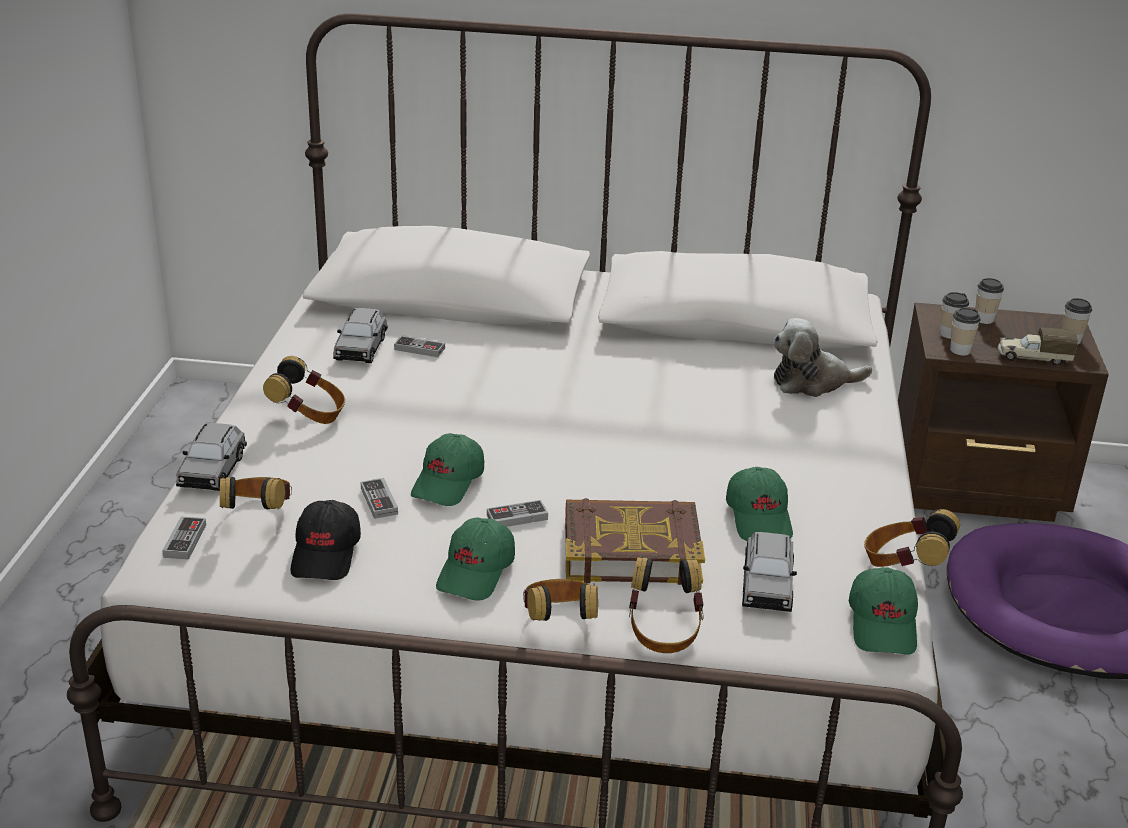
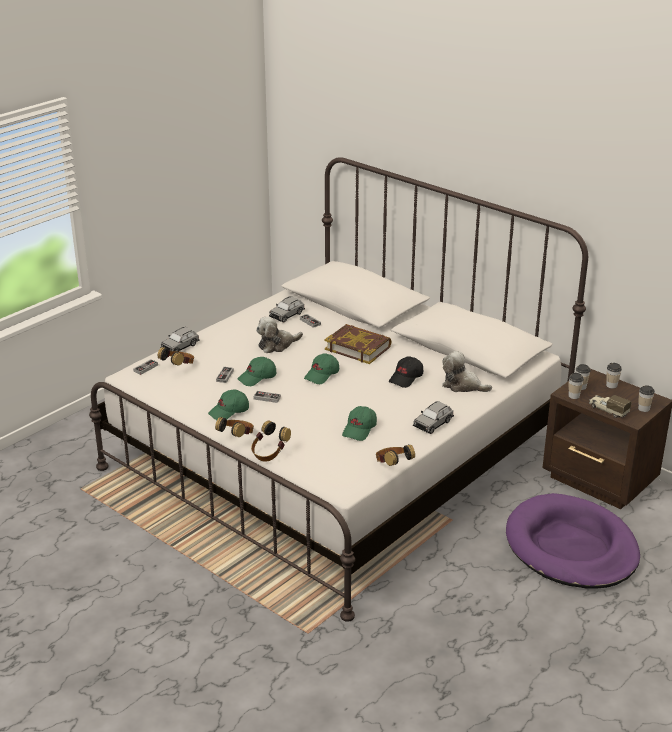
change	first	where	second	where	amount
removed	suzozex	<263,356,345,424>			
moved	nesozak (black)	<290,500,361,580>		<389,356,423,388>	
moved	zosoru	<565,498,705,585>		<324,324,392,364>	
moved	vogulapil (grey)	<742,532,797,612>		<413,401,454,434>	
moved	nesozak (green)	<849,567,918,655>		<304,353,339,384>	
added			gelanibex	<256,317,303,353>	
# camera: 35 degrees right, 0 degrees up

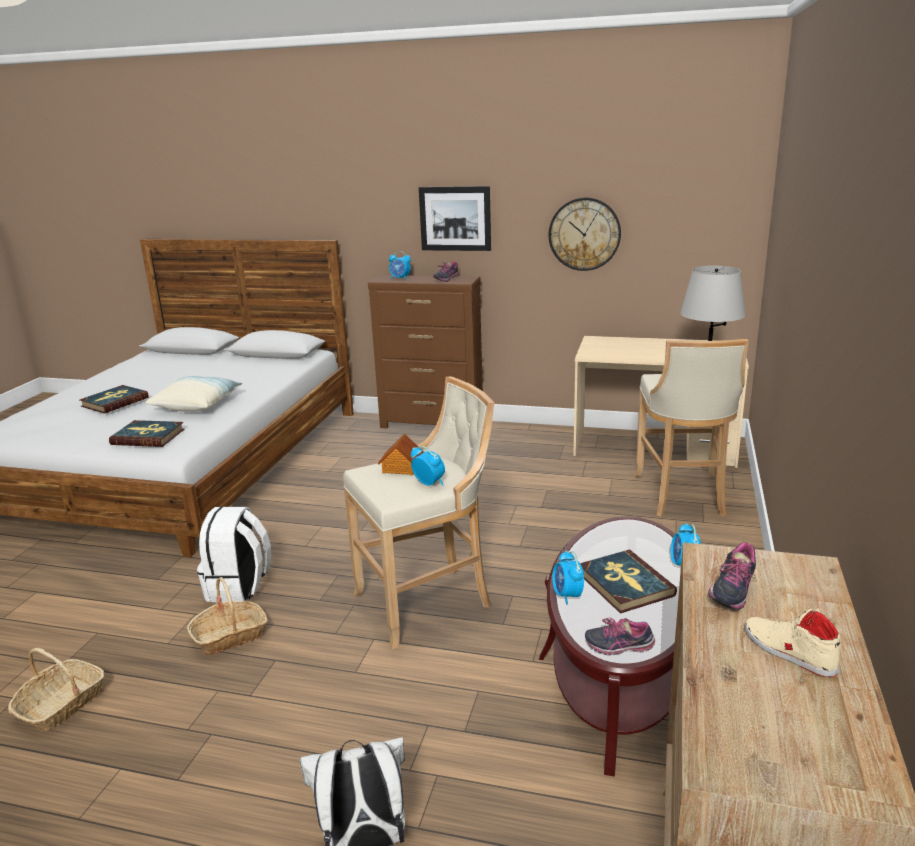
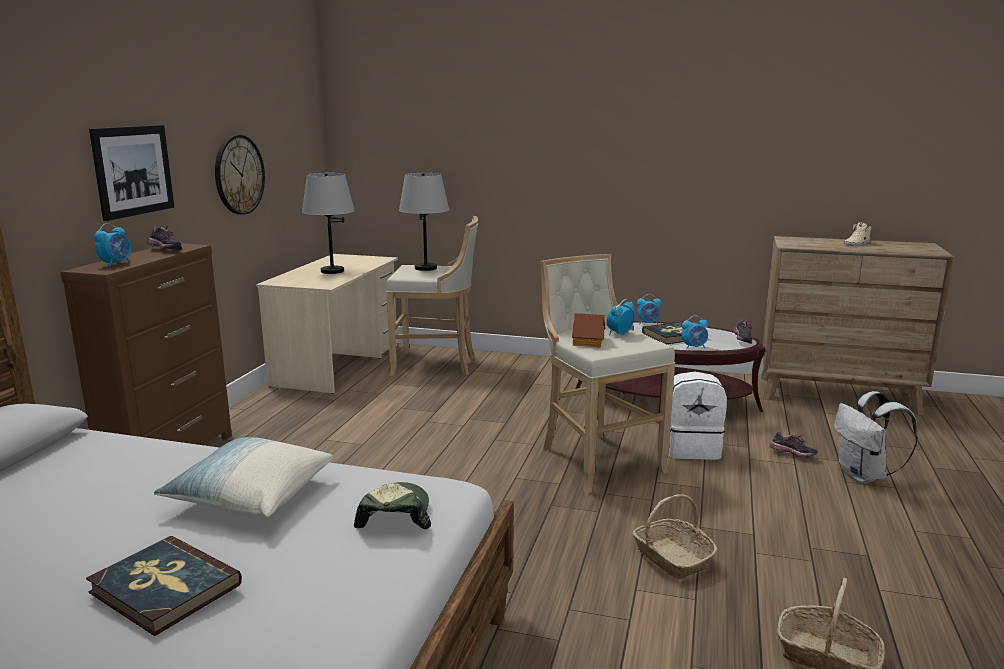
change	first	where	second	where	amount
replaced	zosoru	<109,420,184,447>	nesozak	<354,482,431,529>	
moved	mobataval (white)	<197,507,271,602>		<669,372,727,460>	
moved	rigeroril	<708,542,756,610>		<770,432,818,457>	
added			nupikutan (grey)	<302,173,355,274>	
# camera: 90 degrees left, 5 degrees down

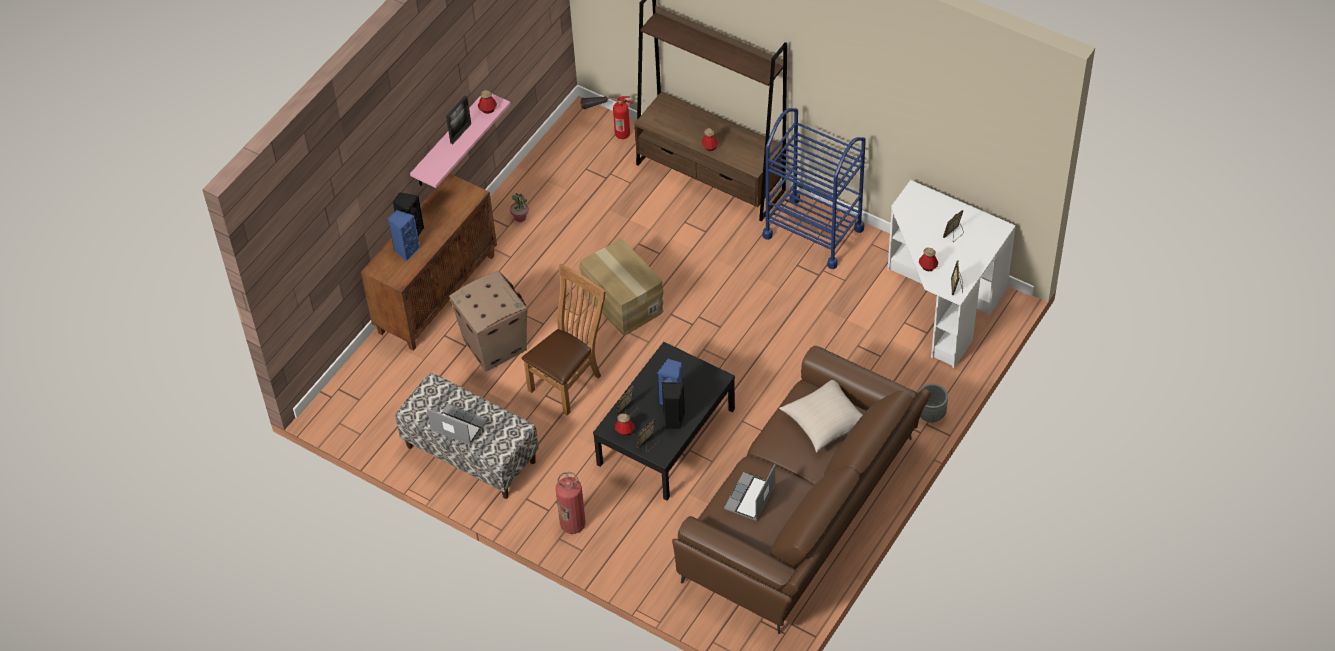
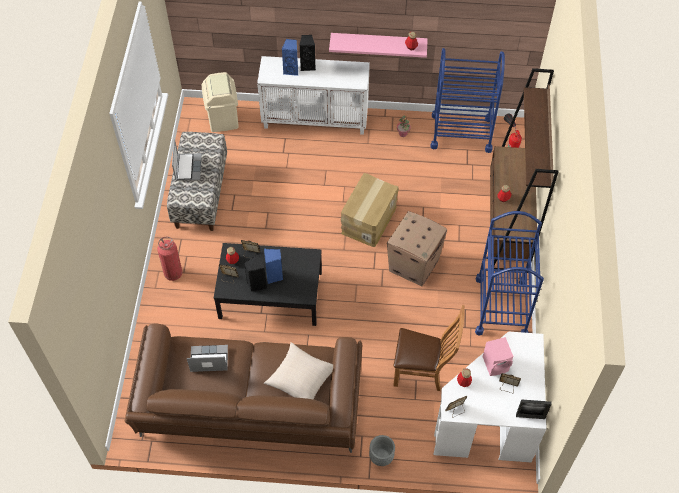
change	first	where	second	where	amount
recoloured	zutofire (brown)	<361,173,497,351>	zutofire (white)	<257,56,370,135>	
moved	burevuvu	<446,96,471,144>		<516,399,551,419>	
moved	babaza	<449,271,527,372>		<387,211,448,286>	
moved	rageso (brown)	<522,264,606,416>		<393,305,465,391>	
added			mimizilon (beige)	<202,72,239,132>	
added			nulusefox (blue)	<430,48,505,153>	
added			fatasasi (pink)	<483,337,513,376>	
# camera: 60 degrees right, 5 degrees up

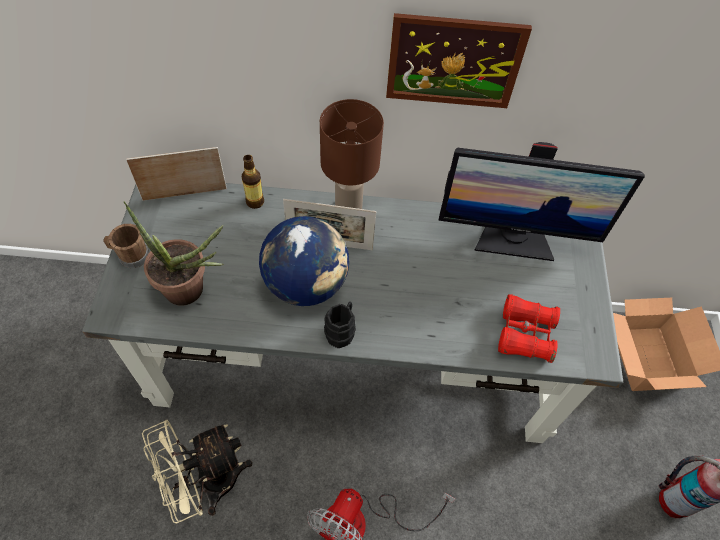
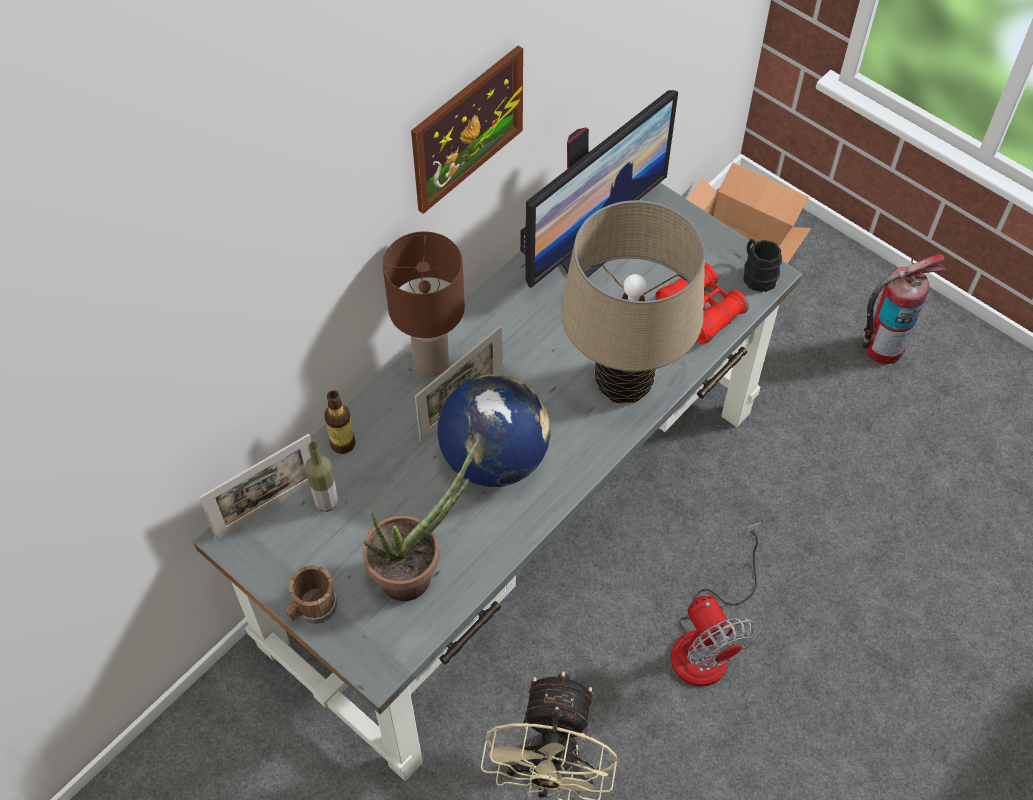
change	first	where	second	where	amount
turned	burevuvu	<126,147,227,201>		<199,434,311,540>	150 degrees counterclockwise
moved	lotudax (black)	<324,302,356,348>		<744,239,782,292>	
added			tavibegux	<305,441,338,512>	
added			nupikutan (beige)	<561,200,705,403>	
# camera: 50 degrees left, 0 degrees up

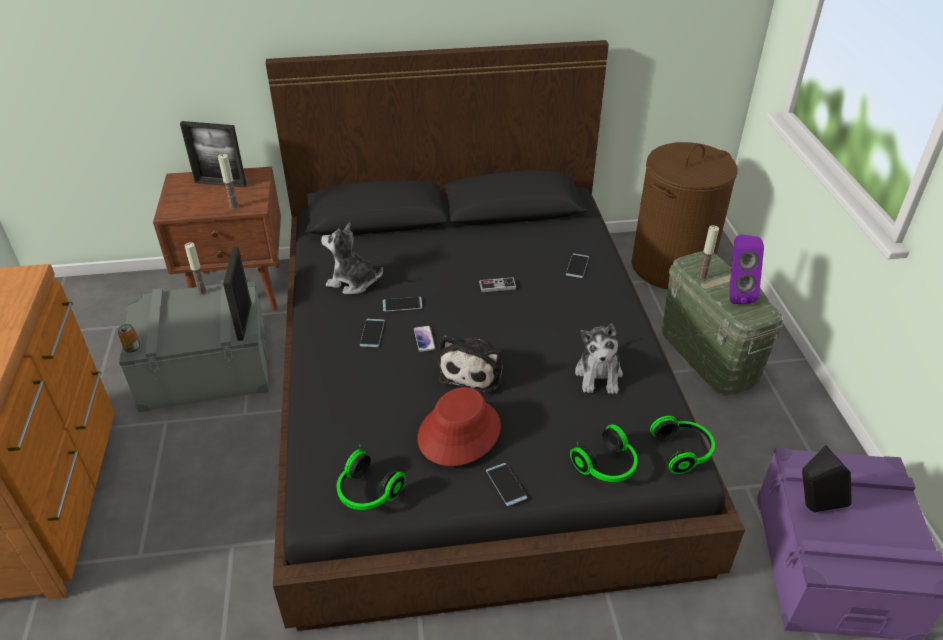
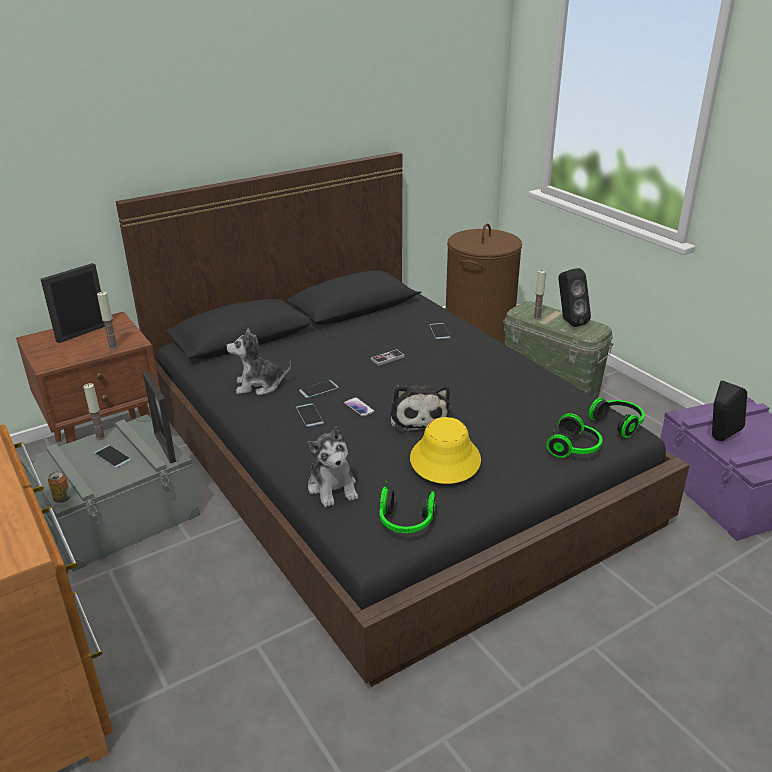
change	first	where	second	where	amount
turned	burevuvu	<180,121,247,187>		<41,263,105,343>	150 degrees clockwise
recoloured	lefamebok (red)	<418,387,501,466>	lefamebok (yellow)	<410,417,481,484>	
moved	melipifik	<486,463,527,506>		<94,445,131,468>	
moved	gelanibex	<575,324,623,394>		<307,426,358,507>	
recoloured	fatasasi (purple)	<730,235,764,304>	fatasasi (black)	<558,268,591,327>	
# camera: 25 degrees left, 10 degrees down

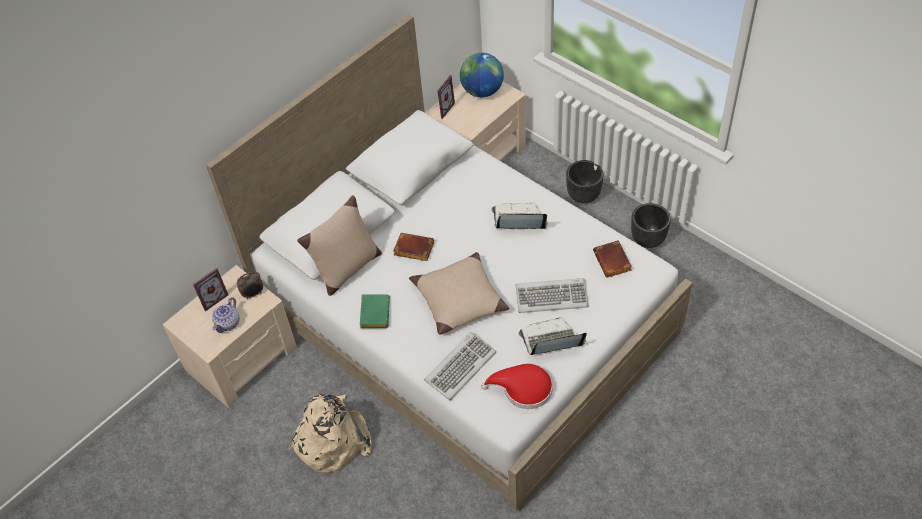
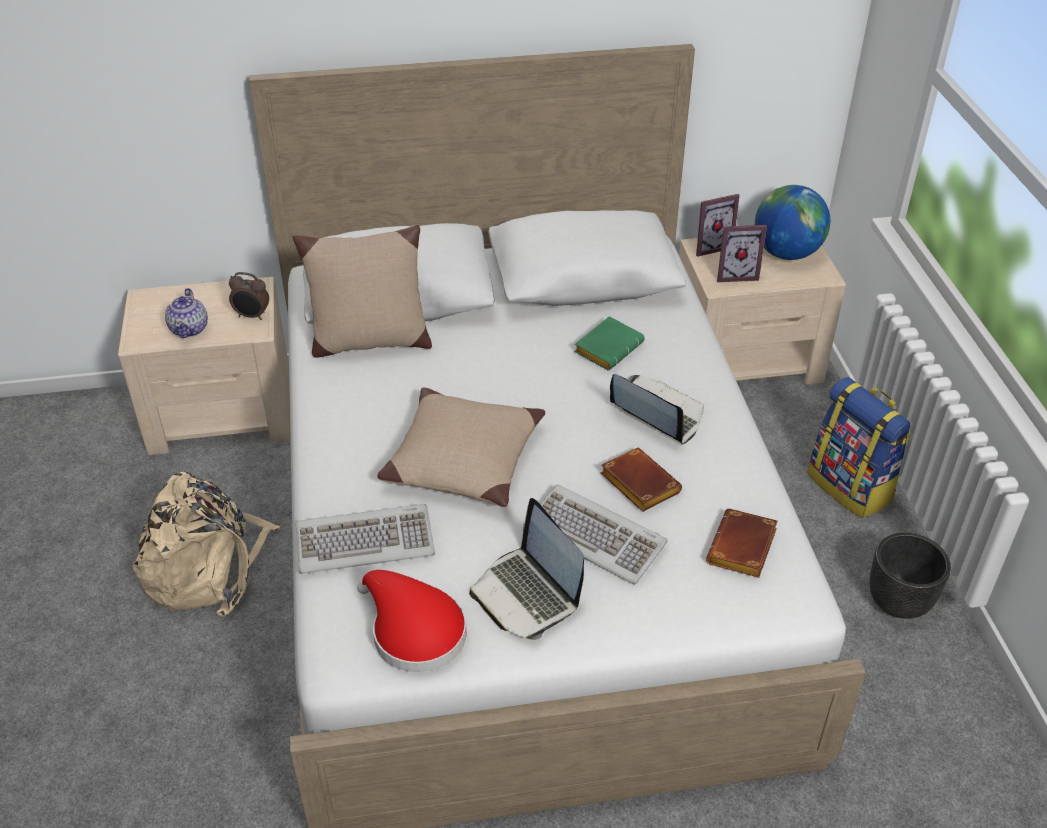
change	first	where	second	where	amount
moved	burevuvu	<193,268,228,311>		<717,225,767,282>	
turned	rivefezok	<212,297,239,333>		<165,288,208,338>	60 degrees counterclockwise
moved	zosoru (green)	<360,295,390,328>		<574,316,645,371>	
moved	zosoru (brown)	<393,233,434,261>		<601,448,682,512>	
turned	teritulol	<519,318,587,355>		<469,498,584,640>	150 degrees counterclockwise
replaced	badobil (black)	<566,160,603,203>	mobataval	<808,377,911,518>	
# camera: 35 degrees right, 10 degrees down

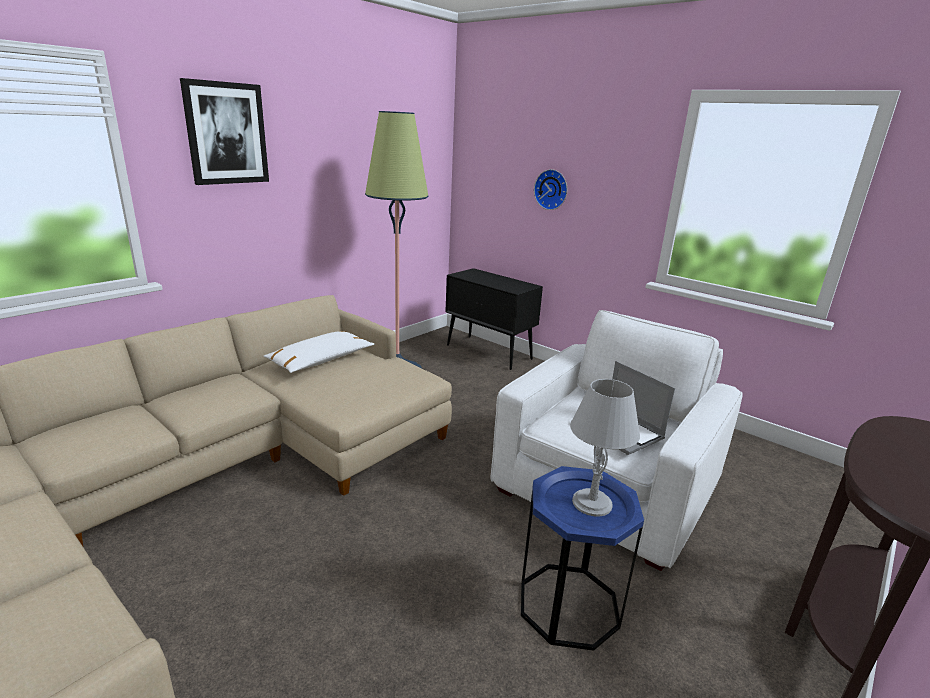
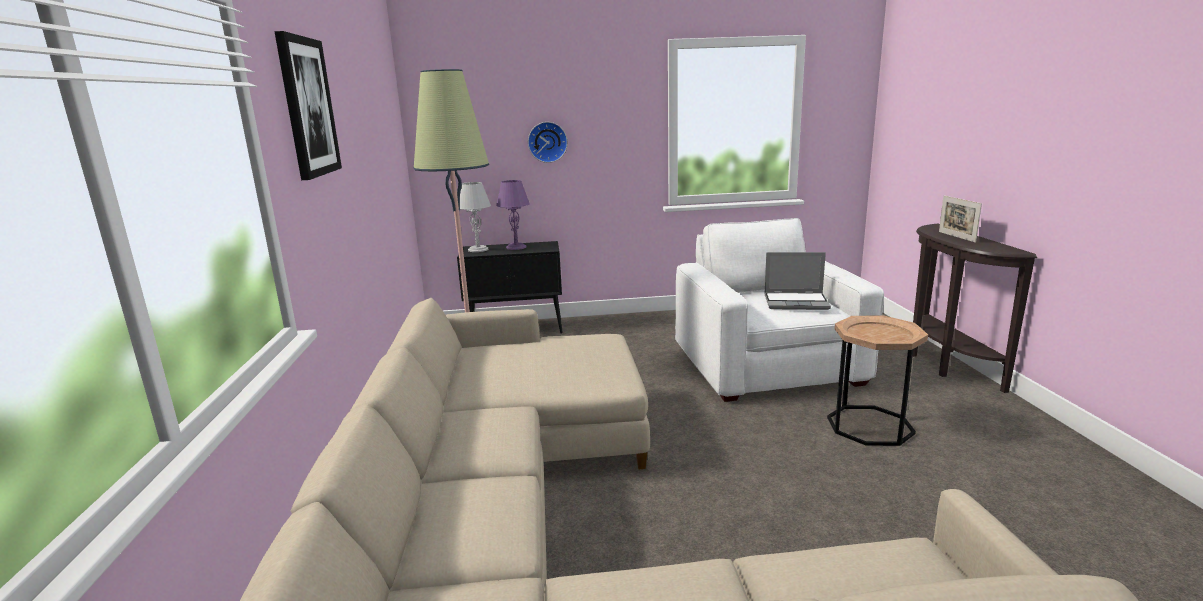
change	first	where	second	where	amount
removed	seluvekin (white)	<264,331,375,373>			
recoloured	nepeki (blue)	<521,466,644,650>	nepeki (brown)	<827,315,928,446>	
moved	nupikutan (grey)	<570,379,640,517>		<459,182,491,252>	
added			nupikutan (purple)	<496,180,530,250>	
added			burevuvu	<939,195,982,243>	
# camera: 45 degrees left, 5 degrees down

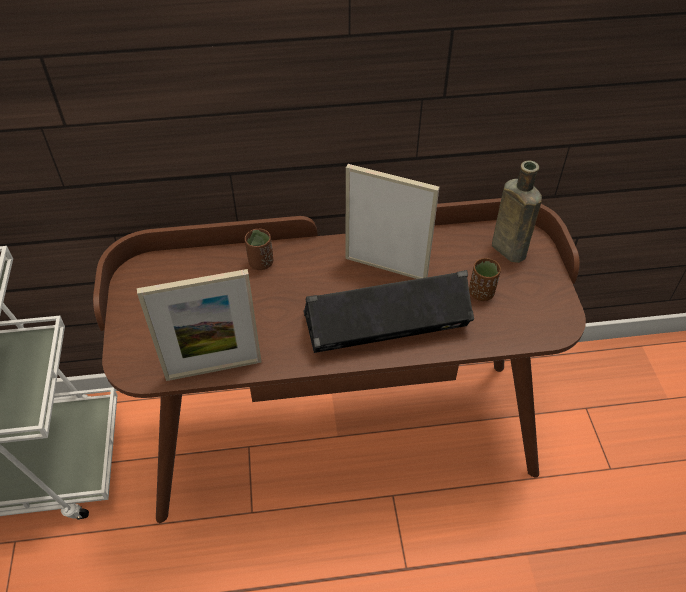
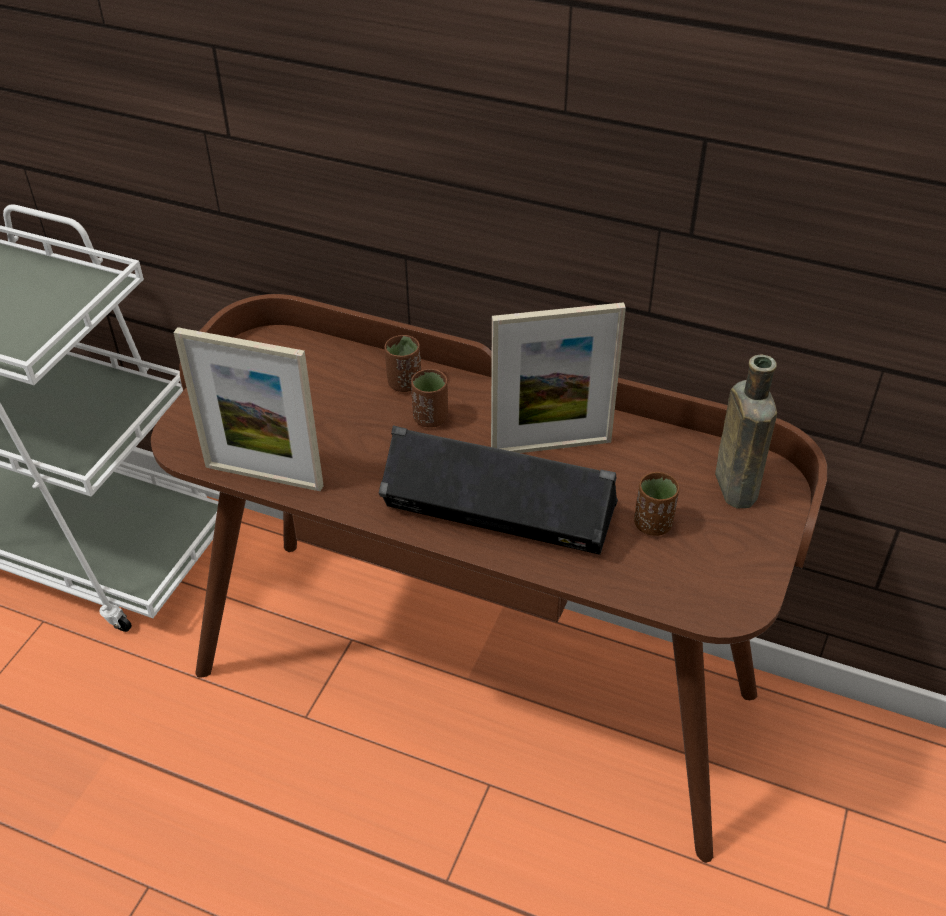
change	first	where	second	where	amount
turned	burevuvu	<345,164,439,279>		<491,302,626,453>	120 degrees clockwise
added			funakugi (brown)	<411,369,448,428>	
# camera: 30 degrees right, 5 degrees down

